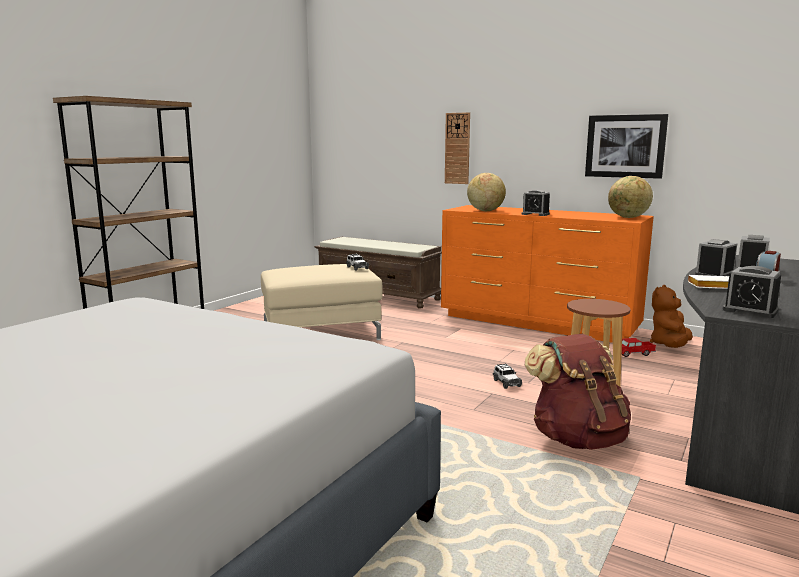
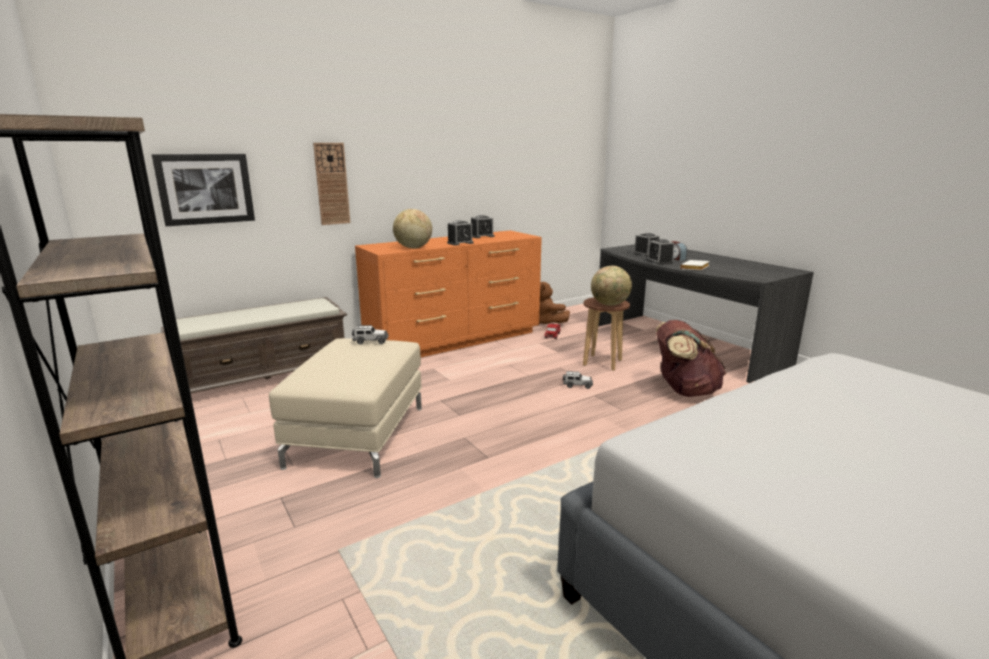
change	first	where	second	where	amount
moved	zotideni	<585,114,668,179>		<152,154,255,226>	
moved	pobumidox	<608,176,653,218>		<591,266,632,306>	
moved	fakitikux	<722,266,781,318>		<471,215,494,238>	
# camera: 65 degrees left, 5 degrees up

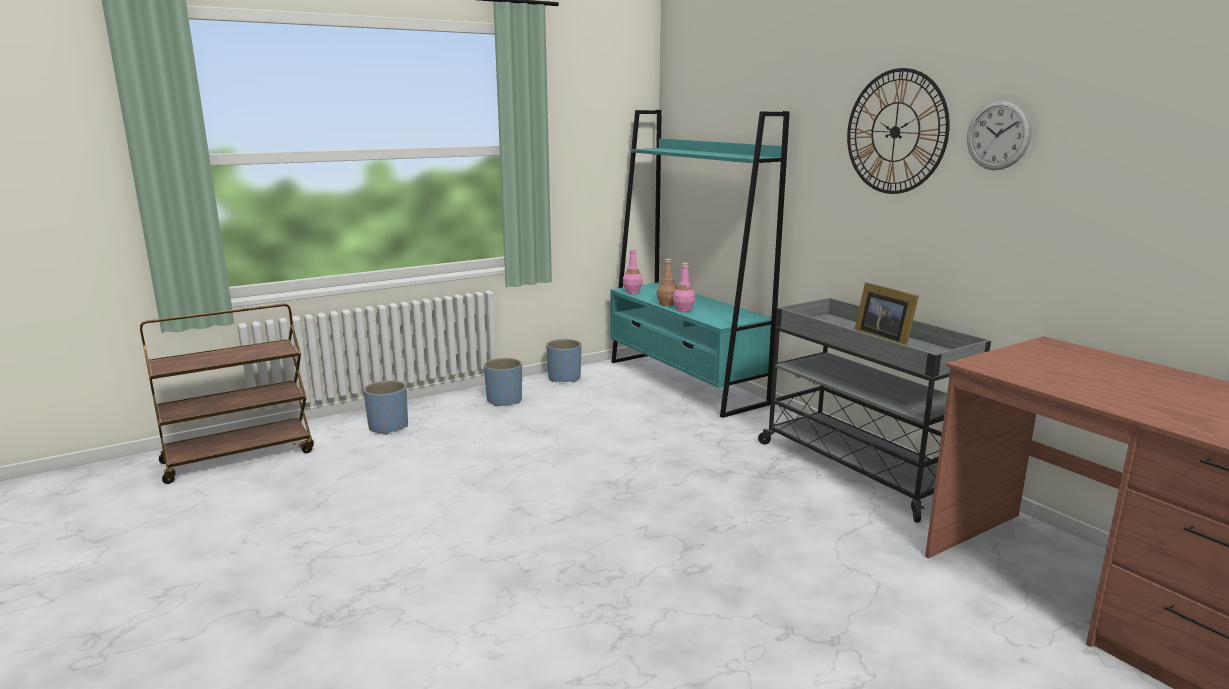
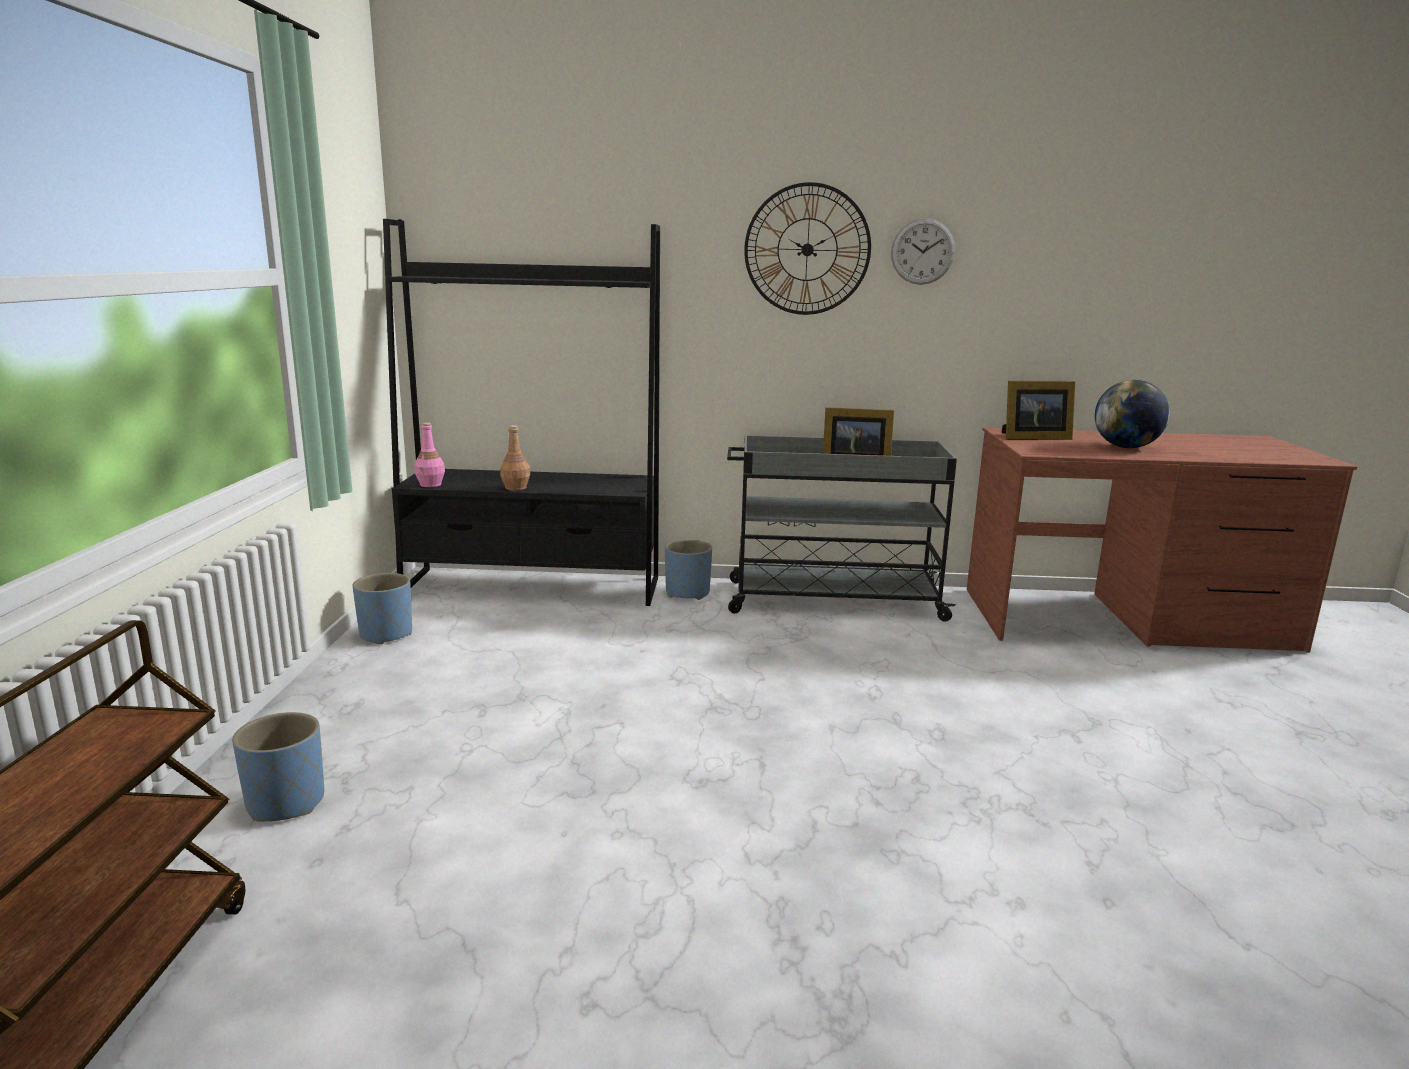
change	first	where	second	where	amount
moved	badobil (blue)	<484,358,522,407>		<665,539,712,600>	
recoloured	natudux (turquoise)	<610,110,790,418>	natudux (black)	<383,219,660,606>	
removed	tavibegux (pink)	<673,263,695,312>			
added			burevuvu	<1001,381,1075,440>	
added			pobumidox	<1095,380,1170,448>	
# camera: 55 degrees left, 0 degrees up

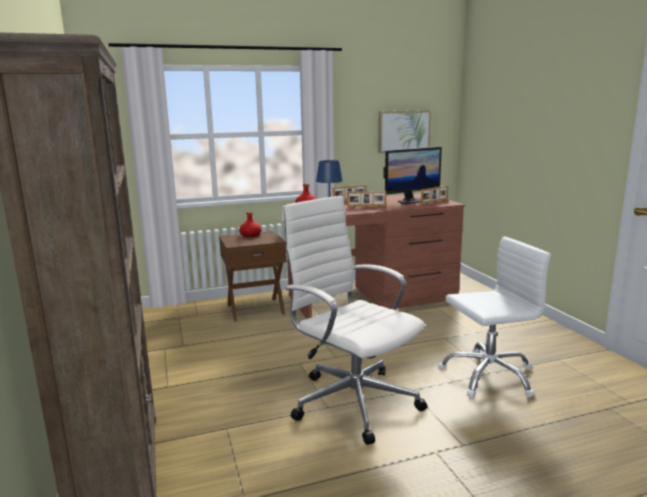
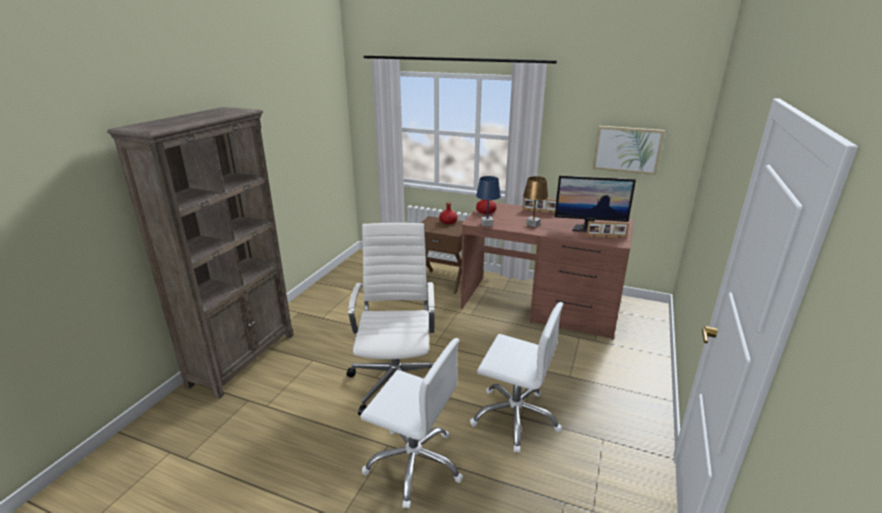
change	first	where	second	where	amount
replaced	burevuvu	<347,191,386,208>	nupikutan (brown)	<523,176,548,227>	
added			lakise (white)	<360,338,463,509>	
# camera: 40 degrees right, 10 degrees up

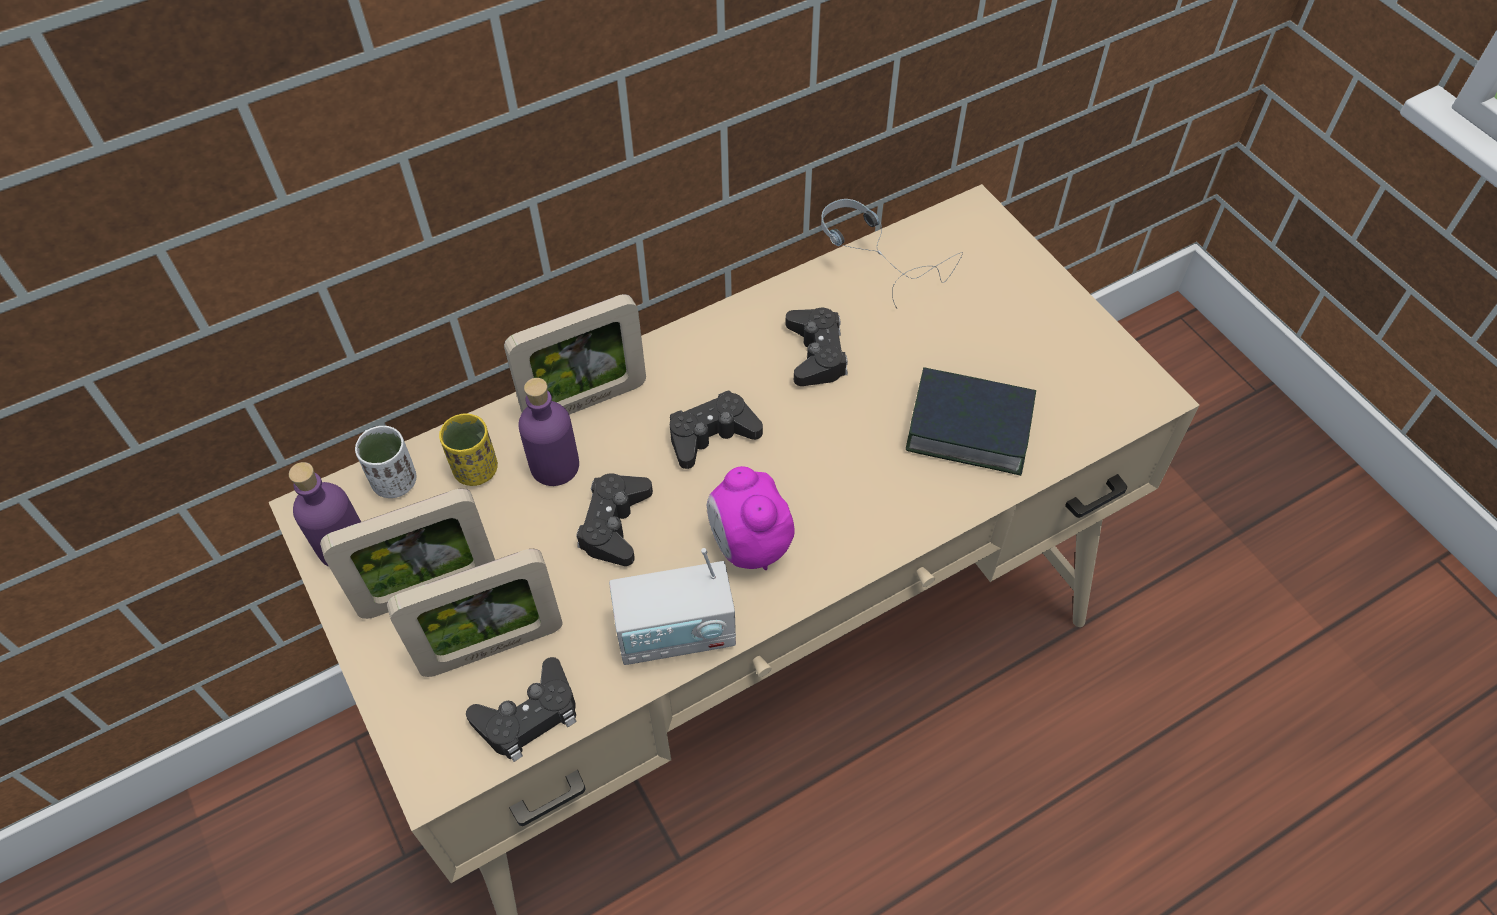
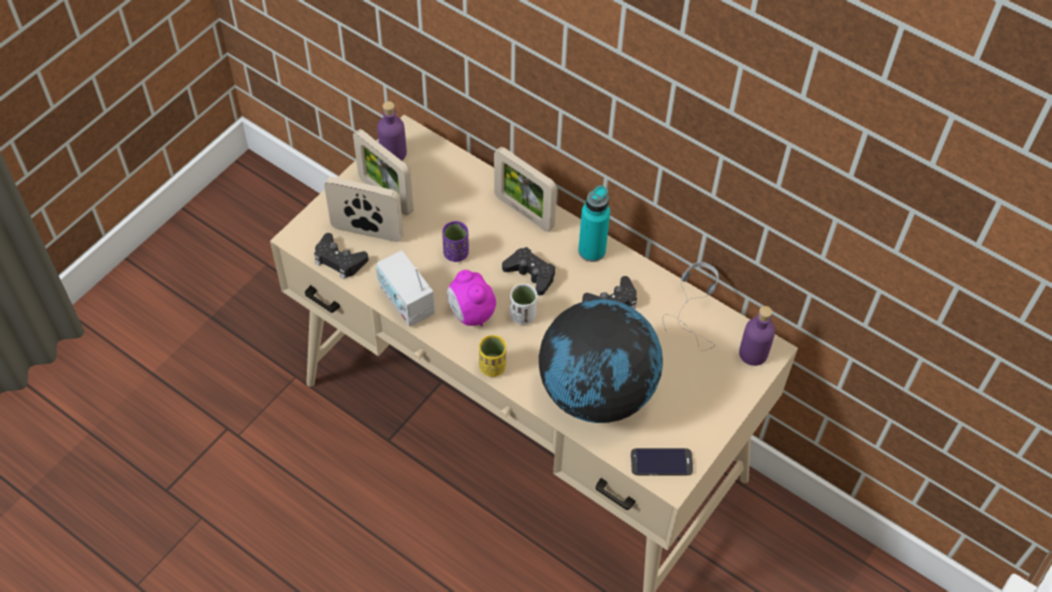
change	first	where	second	where	amount
moved	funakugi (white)	<355,426,416,498>		<510,284,537,325>	
turned	burevuvu	<387,549,563,677>		<324,177,403,242>	150 degrees clockwise
moved	funakugi (yellow)	<439,413,498,486>		<479,335,506,377>	
moved	tavibegux (purple)	<518,378,579,486>		<739,306,775,366>	
replaced	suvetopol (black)	<576,473,653,566>	funakugi (purple)	<442,221,469,262>	
turned	fakitikux	<707,466,795,570>		<447,270,496,326>	75 degrees counterclockwise
replaced	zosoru	<906,367,1036,476>	pobumidox	<539,299,663,423>	
added			tavibegux (turquoise)	<578,185,610,262>	
added			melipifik	<631,448,693,475>	
# camera: 65 degrees right, 0 degrees up

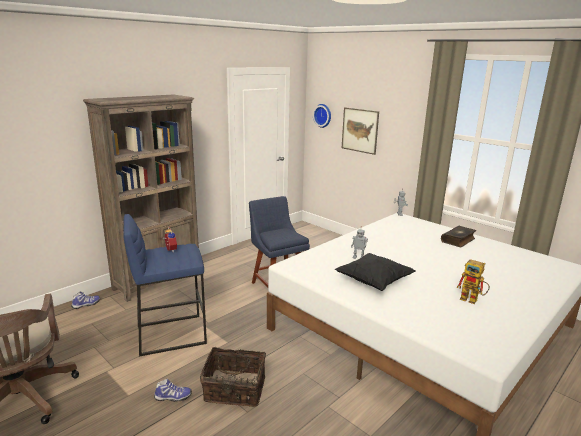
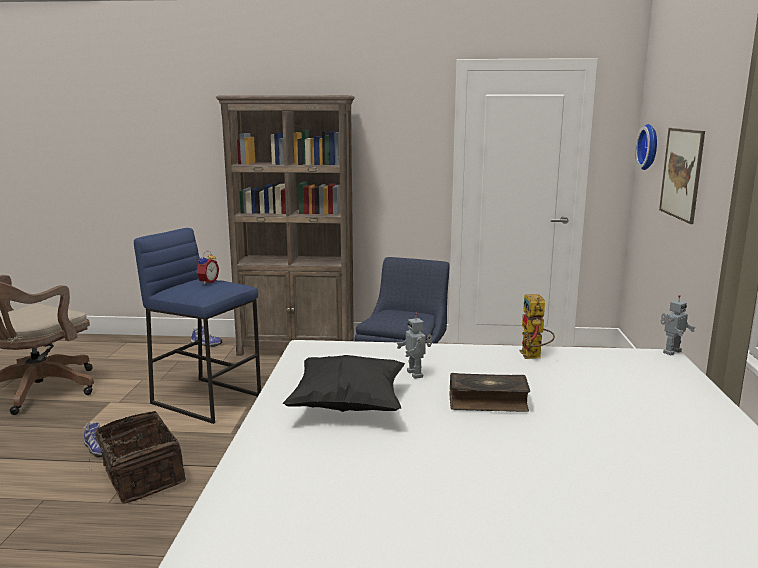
change	first	where	second	where	amount
moved	zosoru	<441,226,476,247>		<449,373,530,412>	
moved	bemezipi	<456,259,490,304>		<519,294,555,359>	
# camera: 50 degrees right, 5 degrees down

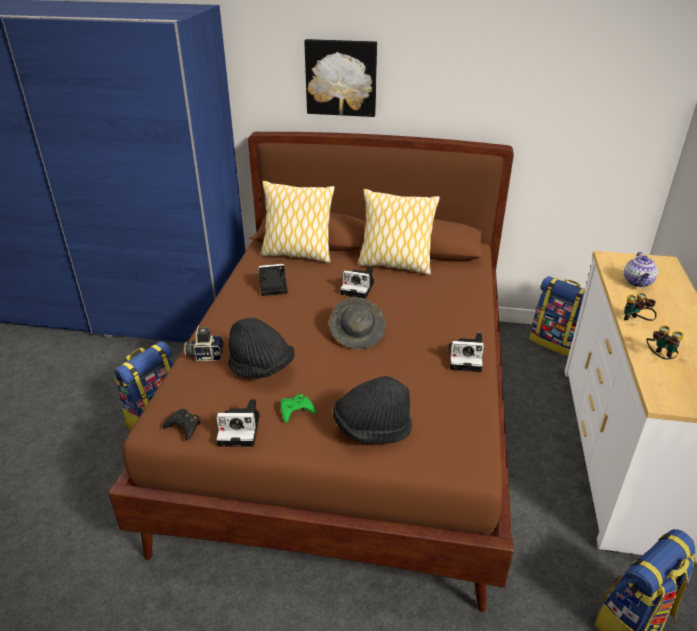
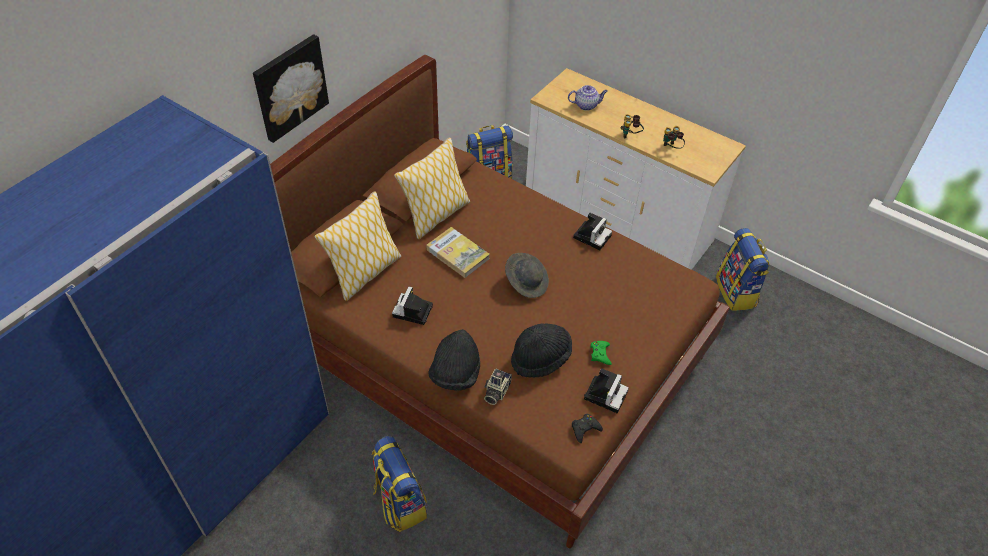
change	first	where	second	where	amount
moved	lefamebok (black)	<333,376,412,444>		<428,329,480,391>	
replaced	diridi	<340,267,374,299>	zosoru	<426,227,490,278>	
turned	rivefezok	<624,252,658,287>		<568,85,608,111>	45 degrees counterclockwise
# camera: 65 degrees left, 15 degrees up

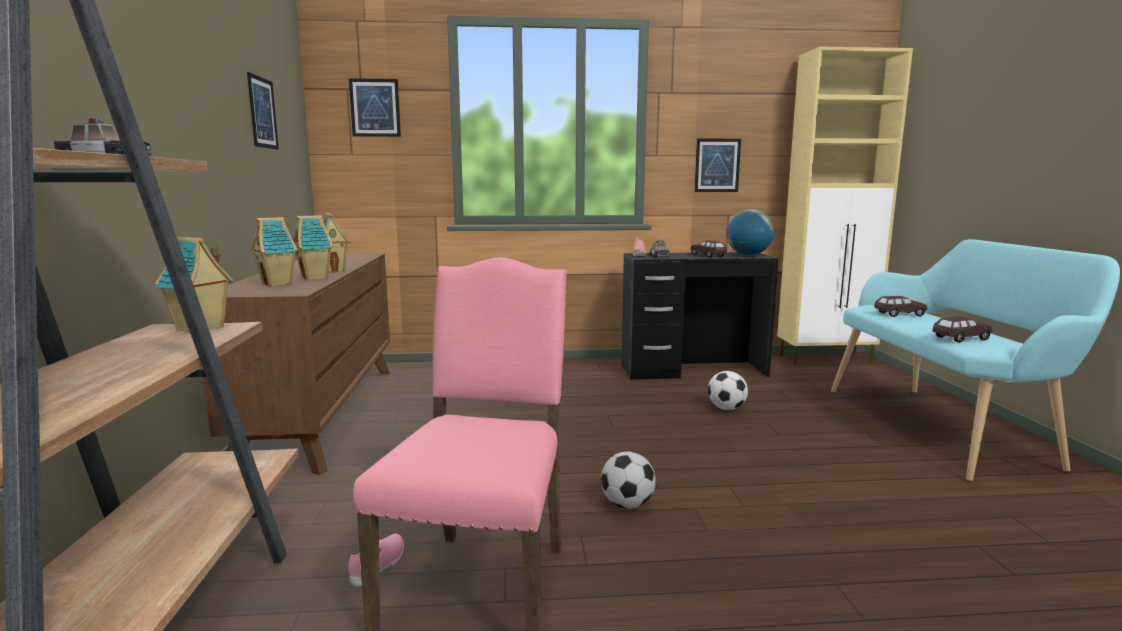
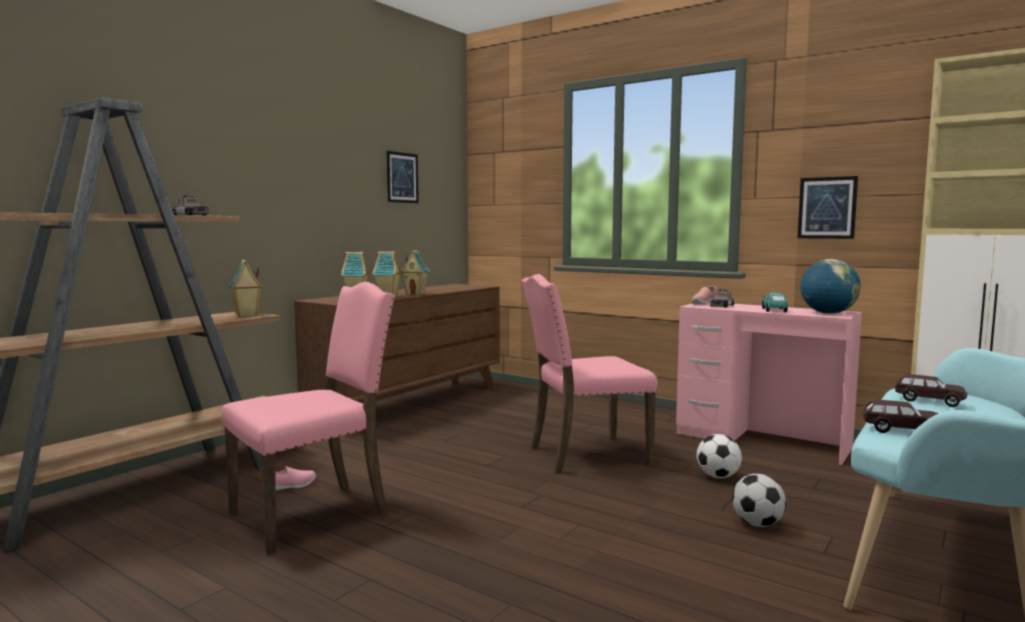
change	first	where	second	where	amount
removed	zotideni	<349,78,401,137>			
moved	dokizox	<601,451,656,509>		<732,474,786,527>	
recoloured	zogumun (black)	<621,252,778,380>	zogumun (pink)	<676,303,862,465>	
recoloured	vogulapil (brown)	<691,241,727,258>	vogulapil (turquoise)	<762,293,788,312>	
added			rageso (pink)	<521,274,658,474>	
# camera: 40 degrees right, 5 degrees down

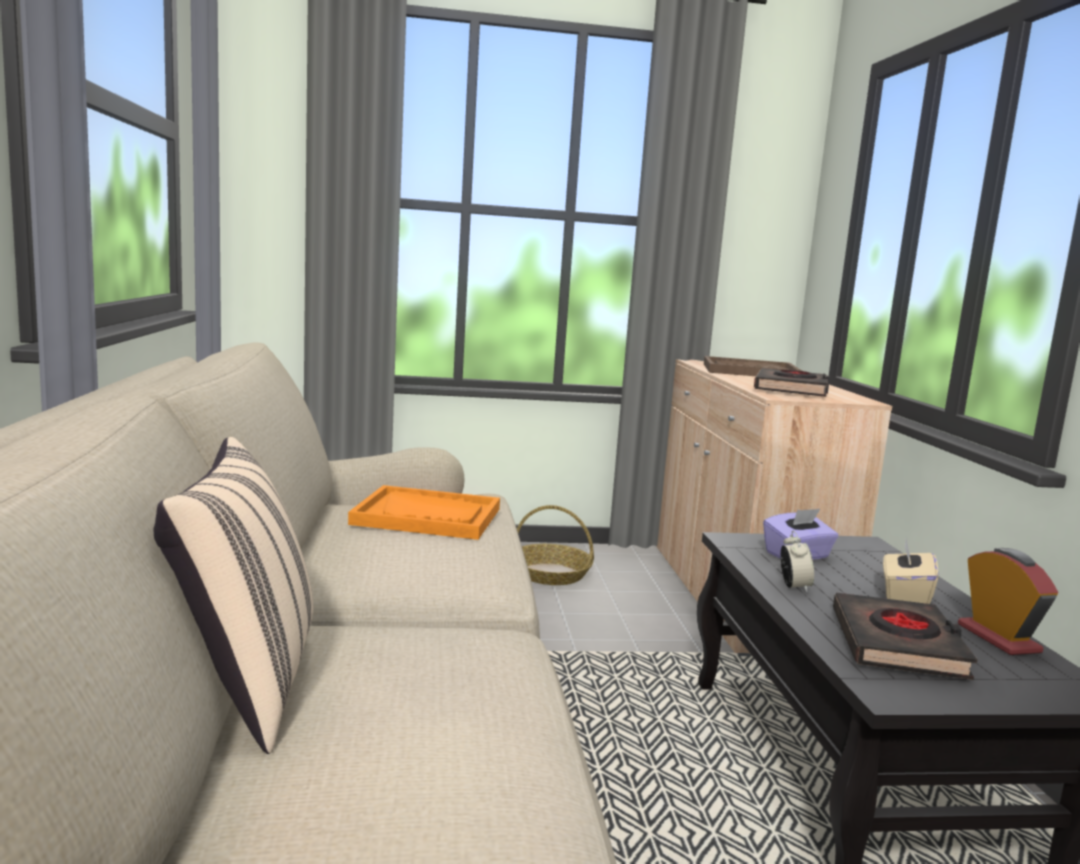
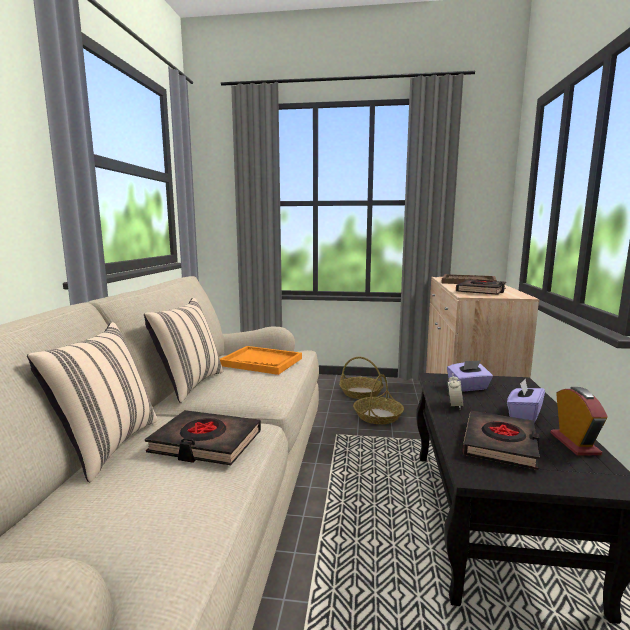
change	first	where	second	where	amount
recoloured	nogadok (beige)	<883,538,939,604>	nogadok (purple)	<507,379,545,422>	
added			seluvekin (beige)	<144,298,223,403>	
added			zosoru (black)	<145,410,261,465>	
added			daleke	<353,374,404,424>	
# camera: 15 degrees right, 0 degrees up

